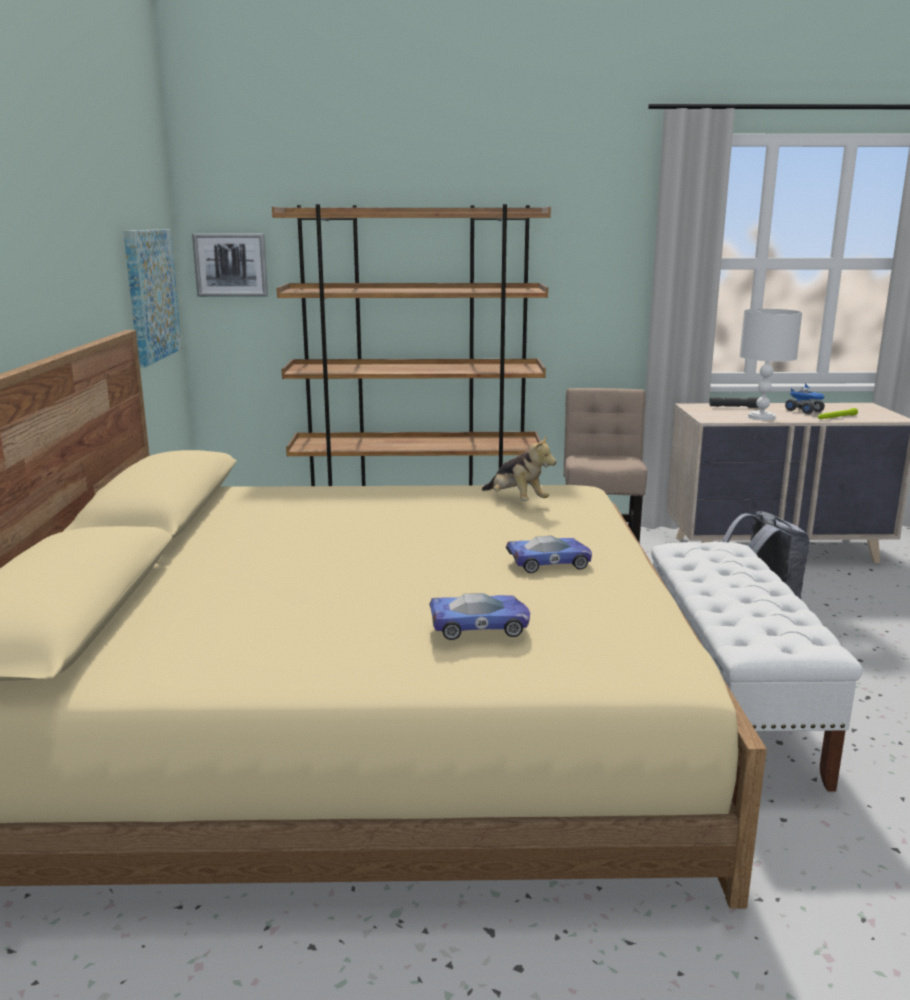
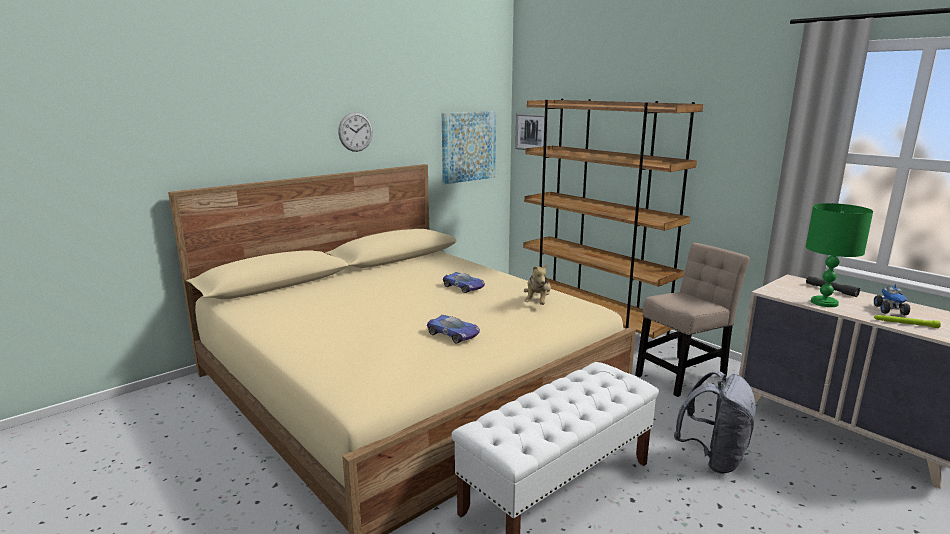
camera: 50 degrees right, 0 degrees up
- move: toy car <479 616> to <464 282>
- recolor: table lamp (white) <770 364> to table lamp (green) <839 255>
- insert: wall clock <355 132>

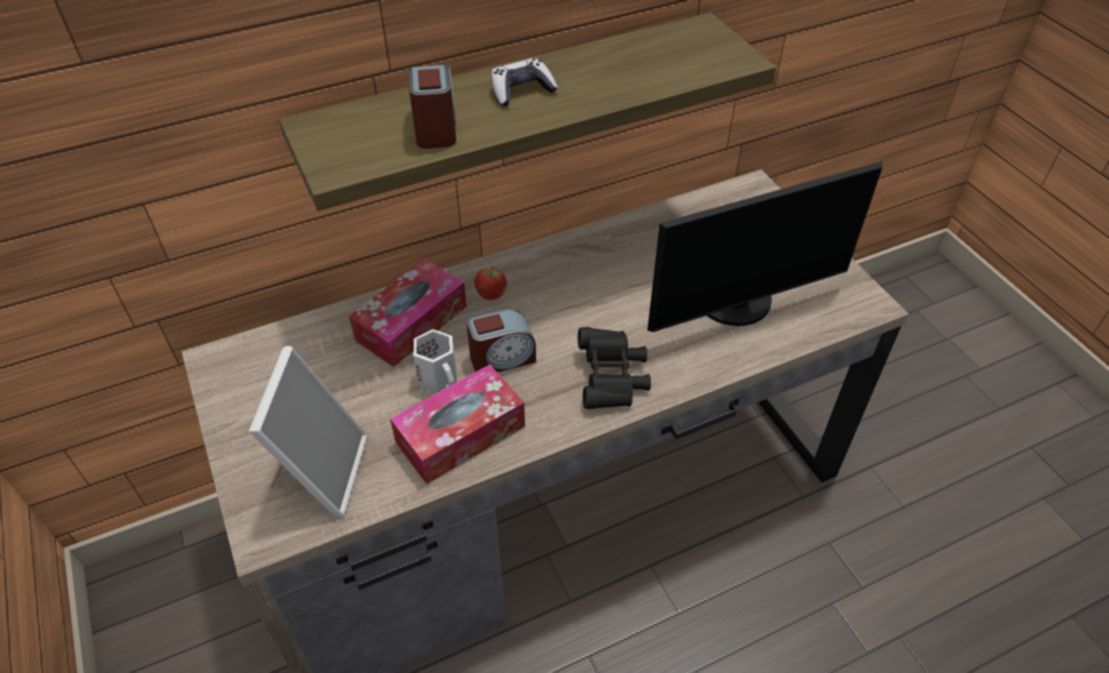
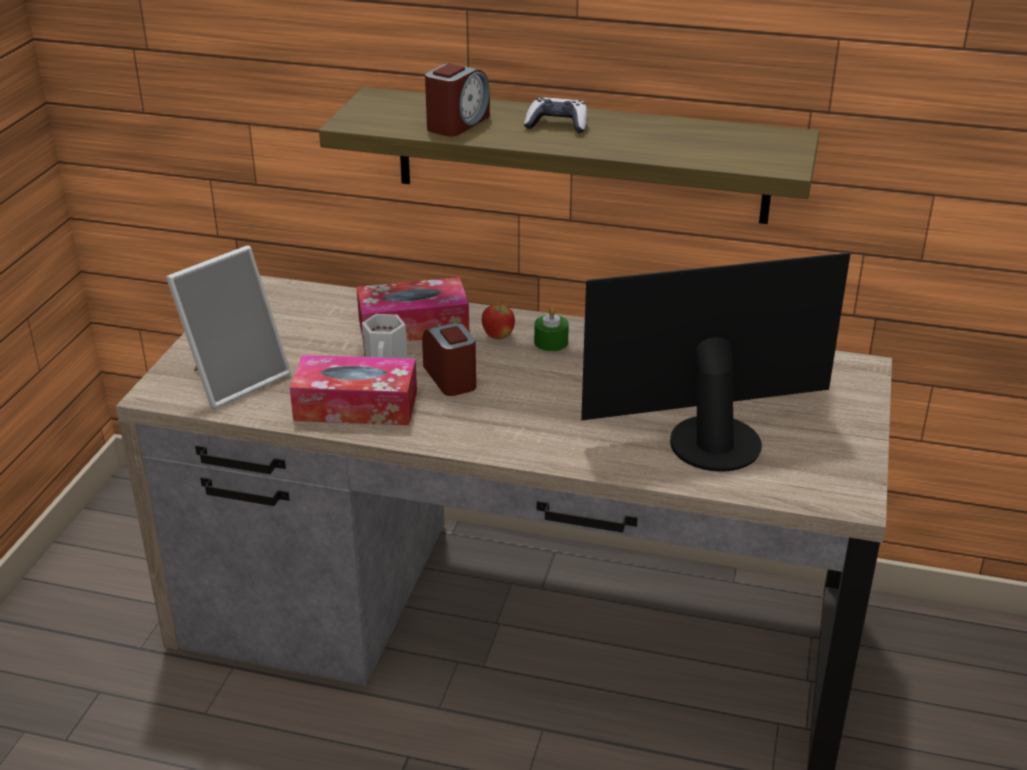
camera: 40 degrees right, 15 degrees down
- rotate: alarm clock <501 341> = <449 359> 135 degrees counterclockwise
- delete: binoculars (black) <614 368>
- rotate: monitor <765 246> = <715 362> 150 degrees clockwise
- insert: candle (green) <551 329>

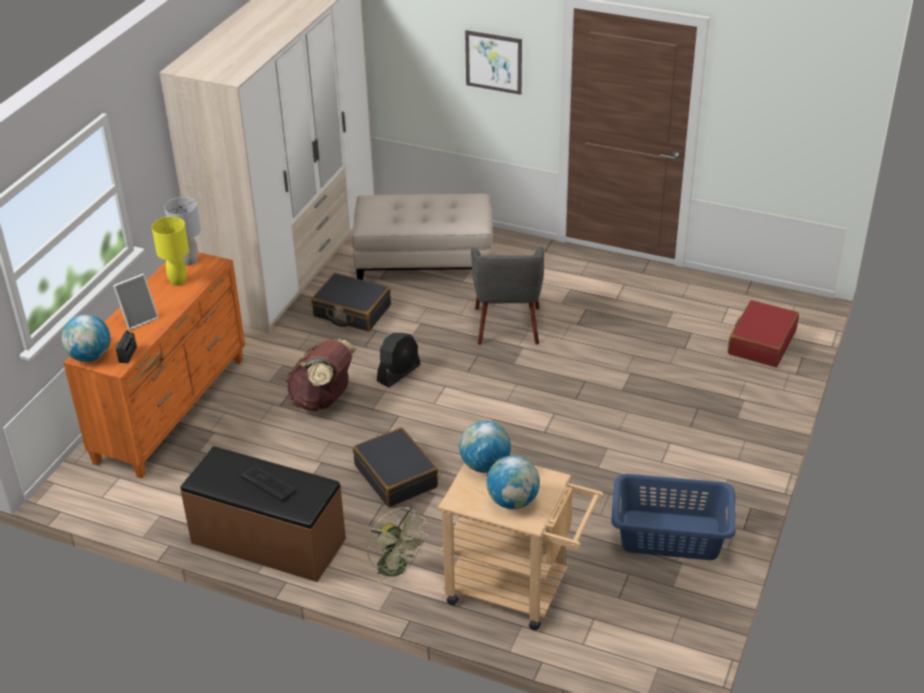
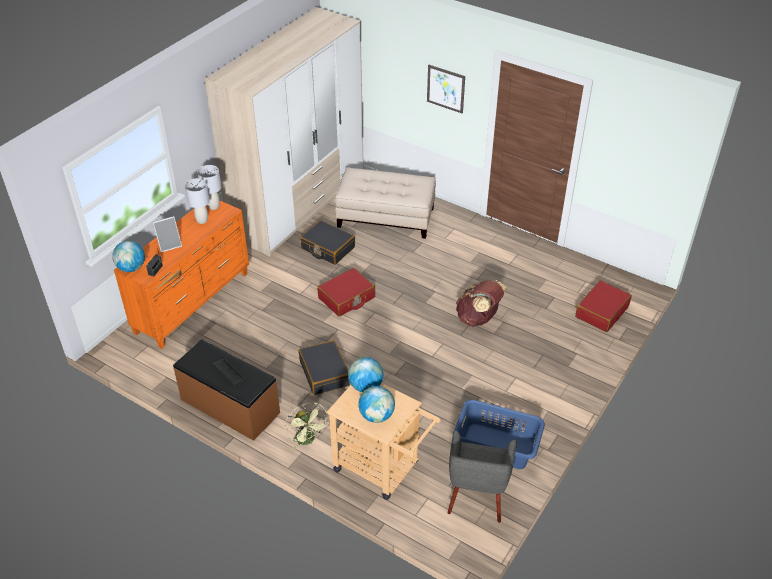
camera: 10 degrees right, 5 degrees up
- recolor: table lamp (yellow) <170 251> to table lamp (grey) <197 201>
- move: backpack (brown) <321 375> to <482 303>
- replace: fan (black) <399 360> to suitcase (red) <346 292>
- move: armchair (grey) <507 296> to <482 476>

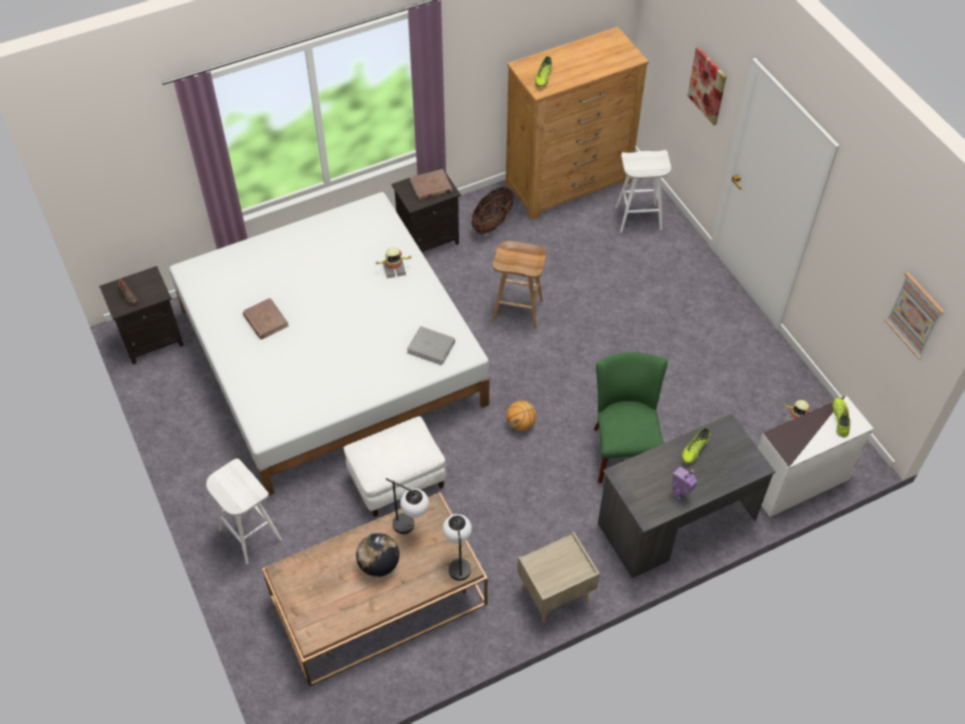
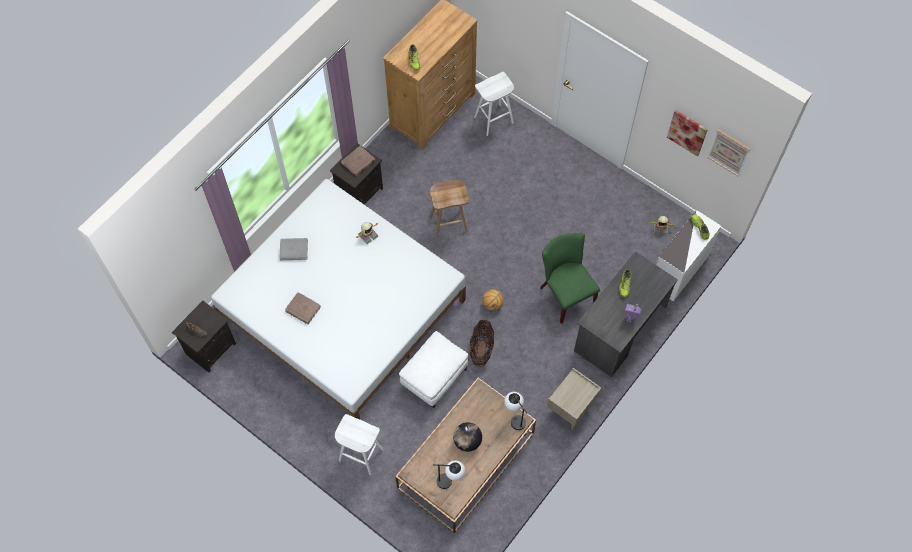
camera: 25 degrees left, 10 degrees up
- move: table lamp <407 506> to <449 474>
- move: book (grey) <431 345> to <294 249>
- move: basket <492 210> to <482 343>
- move: picture <707 86> to <687 133>

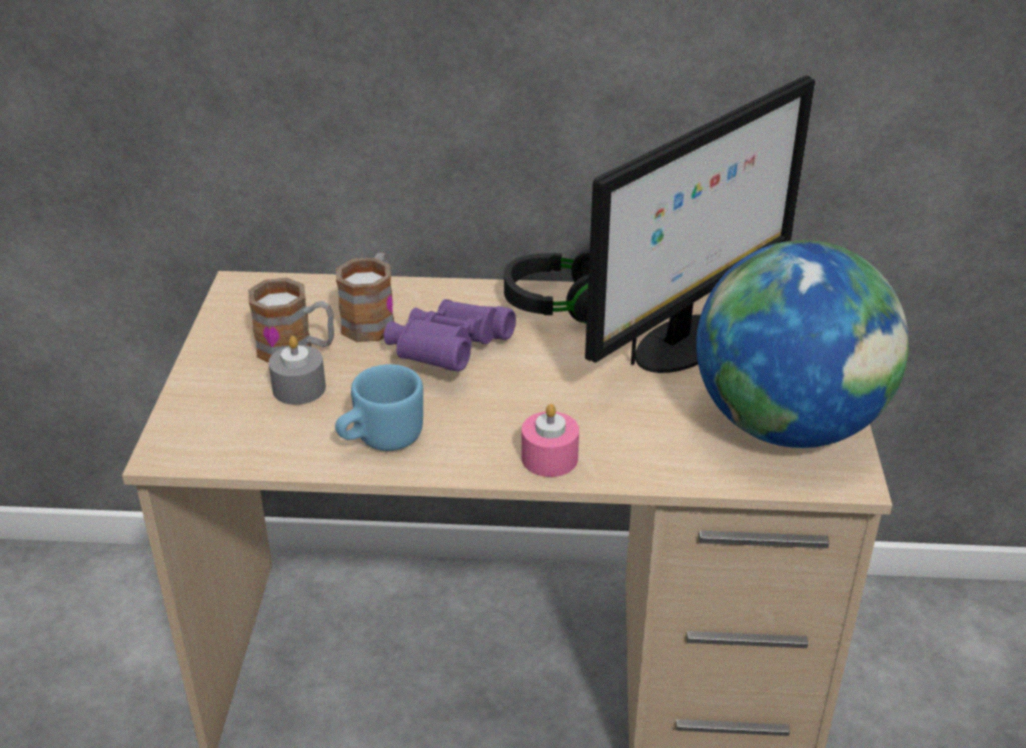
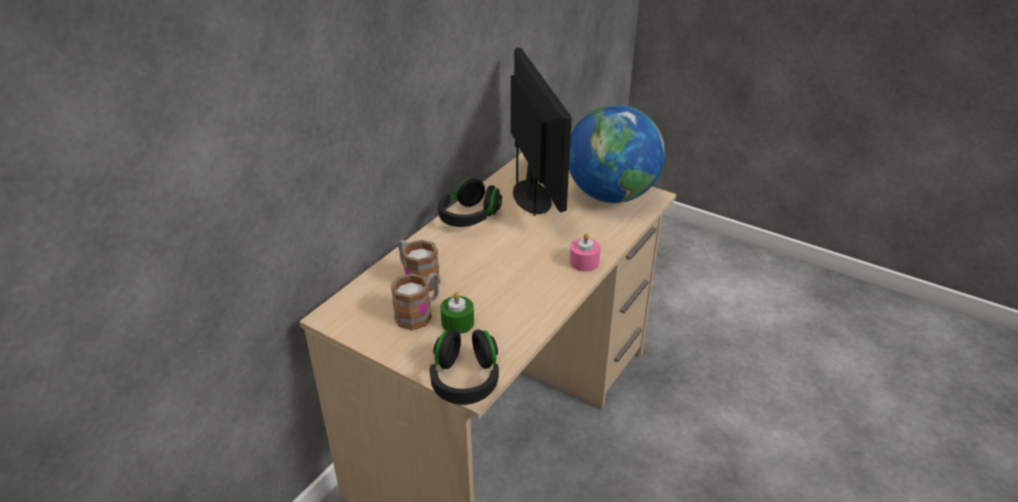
camera: 60 degrees left, 0 degrees up
- recolor: candle (grey) <297 370> to candle (green) <457 313>
- delete: mug (blue) <379 407>
- delete: binoculars (purple) <450 335>
- insert: headphones (black) <464 367>

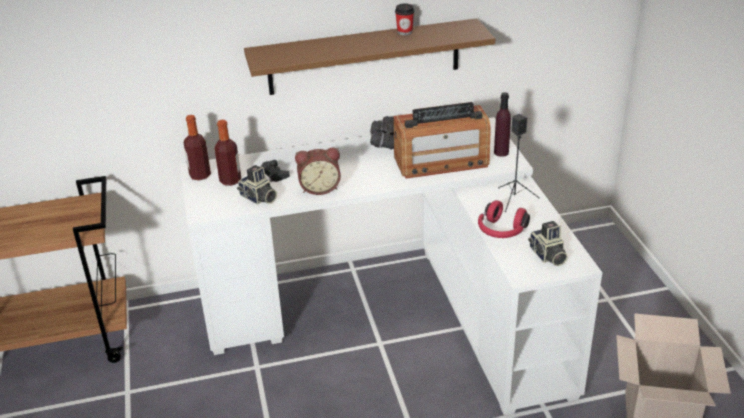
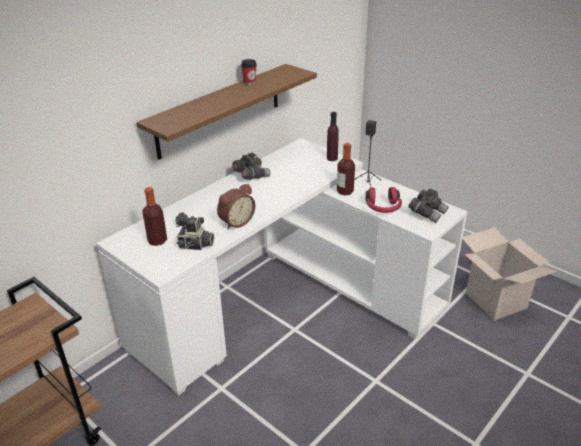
camera: 35 degrees left, 0 degrees up
- move: bottle <197 147> to <346 169>
- delete: radio <442 140>
- replace: photo camera <548 243> to binoculars (grey) <429 206>

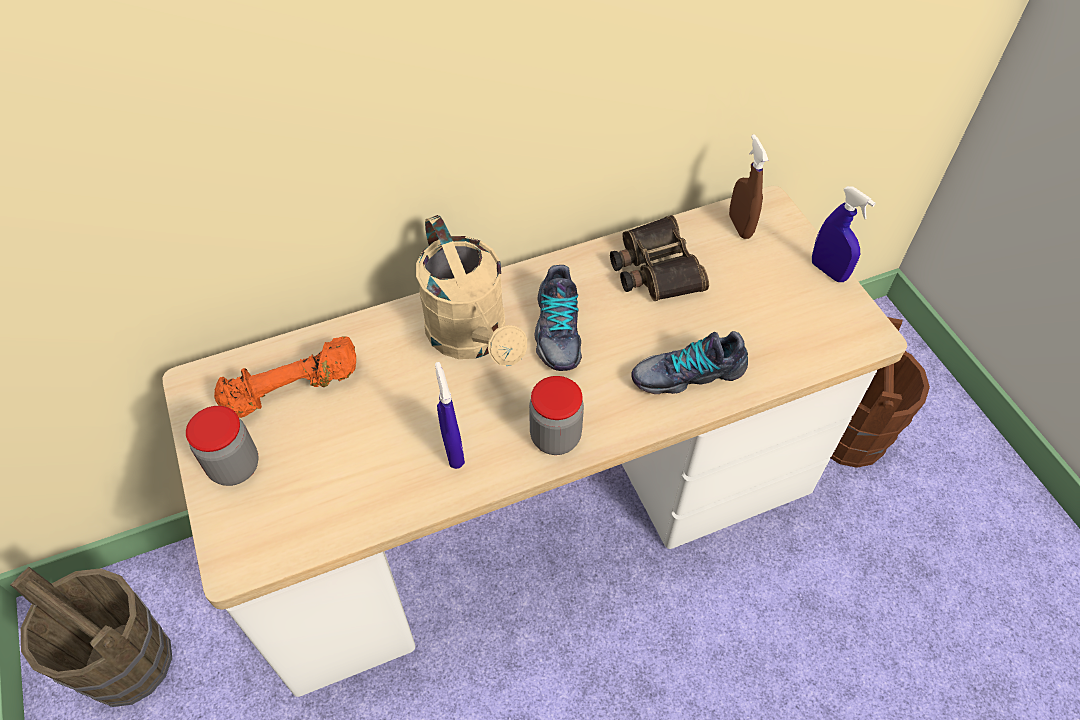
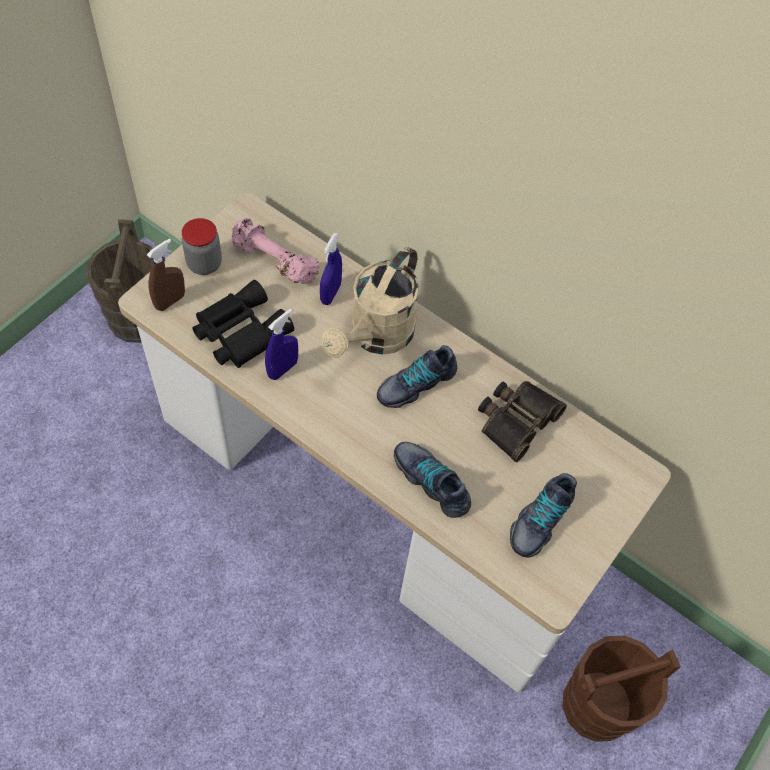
camera: 55 degrees right, 5 degrees up
- recolor: dumbbell (orange) <285 377> to dumbbell (pink) <276 251>
- delete: jar <556 415>
- move: spray bottle (brown) <748 186> to <166 274>
- move: spray bottle (blue) <844 234> to <331 269>
- insert: binoculars (black) <243 324>
- insert: shoe <543 515>

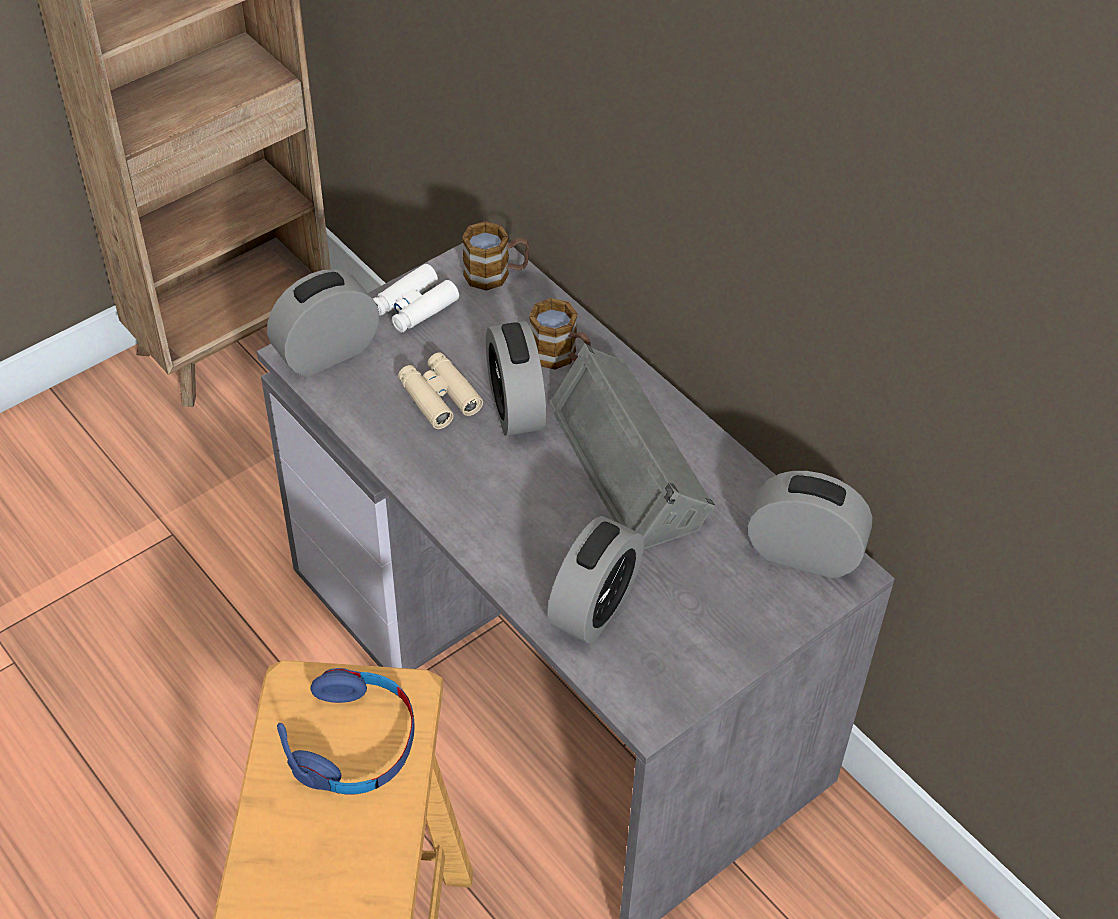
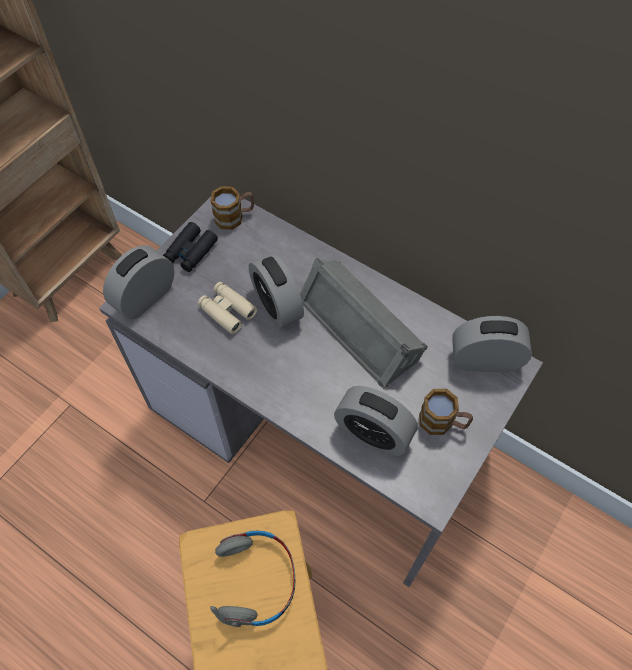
camera: 15 degrees left, 10 degrees up
- recolor: headphones (blue) <346 731> to headphones (grey) <252 579>
- recolor: binoculars (white) <416 298> to binoculars (black) <190 247>
- move: mug <560 334> to <446 412>
- rotate: alarm clock <595 579> = <376 421> 105 degrees clockwise

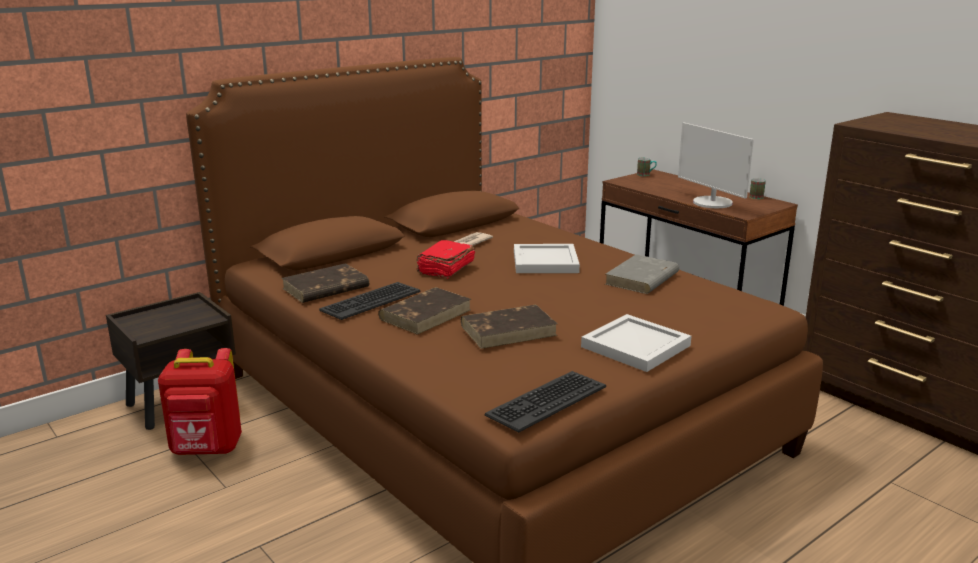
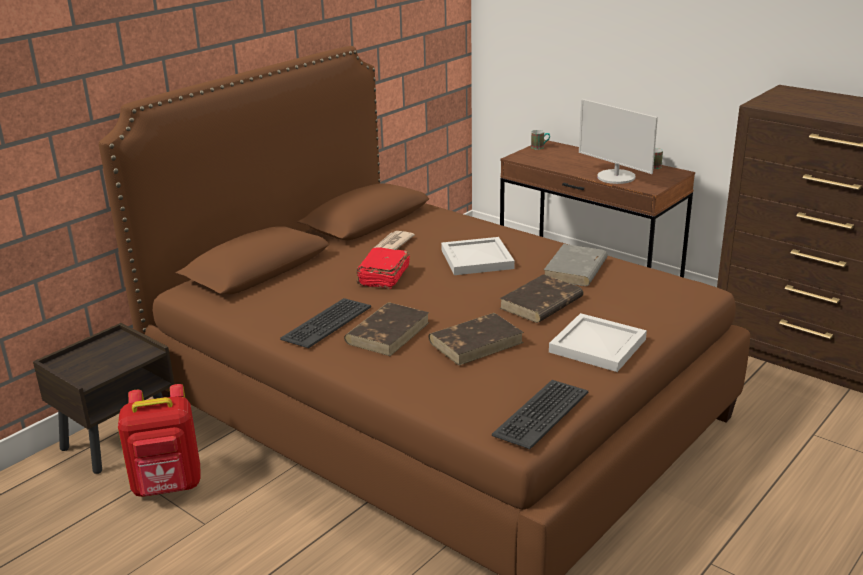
camera: 10 degrees left, 5 degrees up
- move: book (brown) <325 283> to <541 298>

